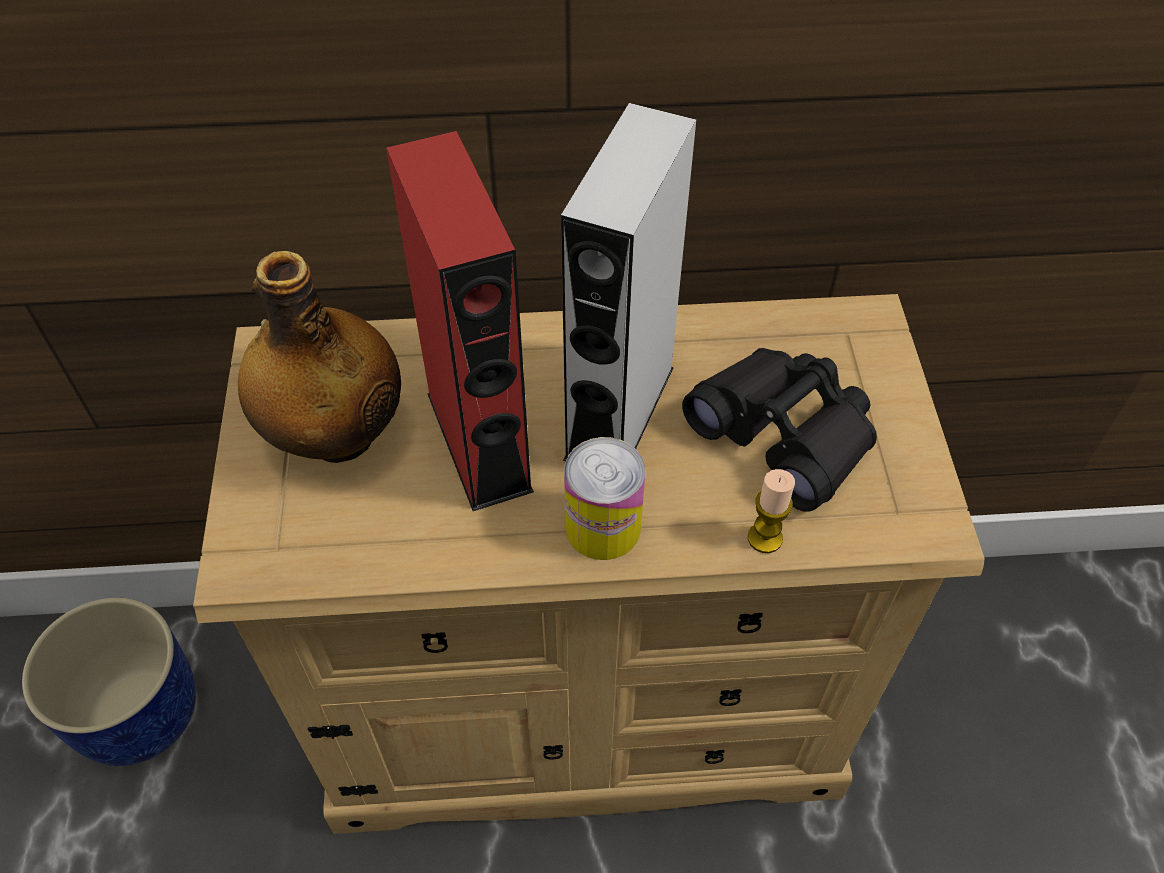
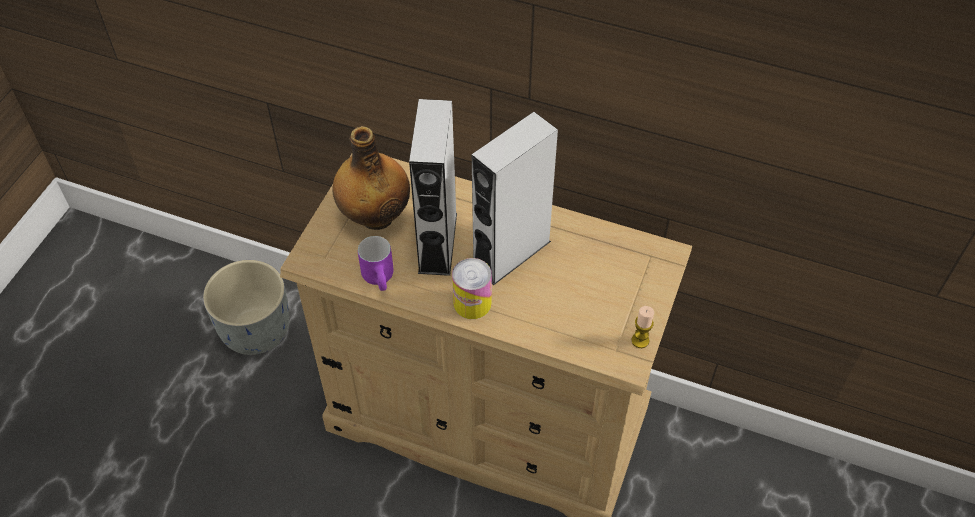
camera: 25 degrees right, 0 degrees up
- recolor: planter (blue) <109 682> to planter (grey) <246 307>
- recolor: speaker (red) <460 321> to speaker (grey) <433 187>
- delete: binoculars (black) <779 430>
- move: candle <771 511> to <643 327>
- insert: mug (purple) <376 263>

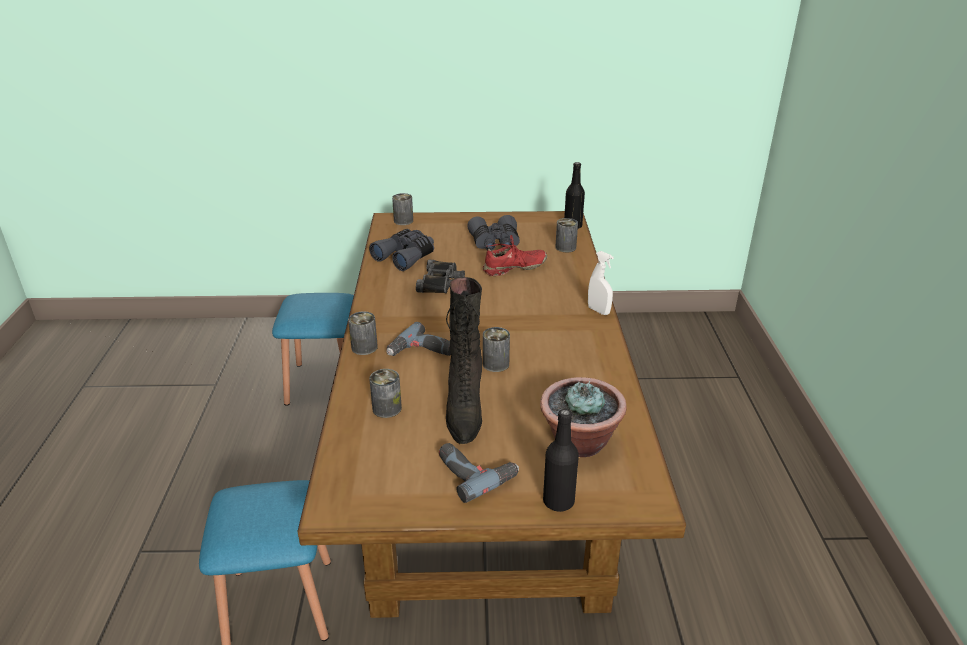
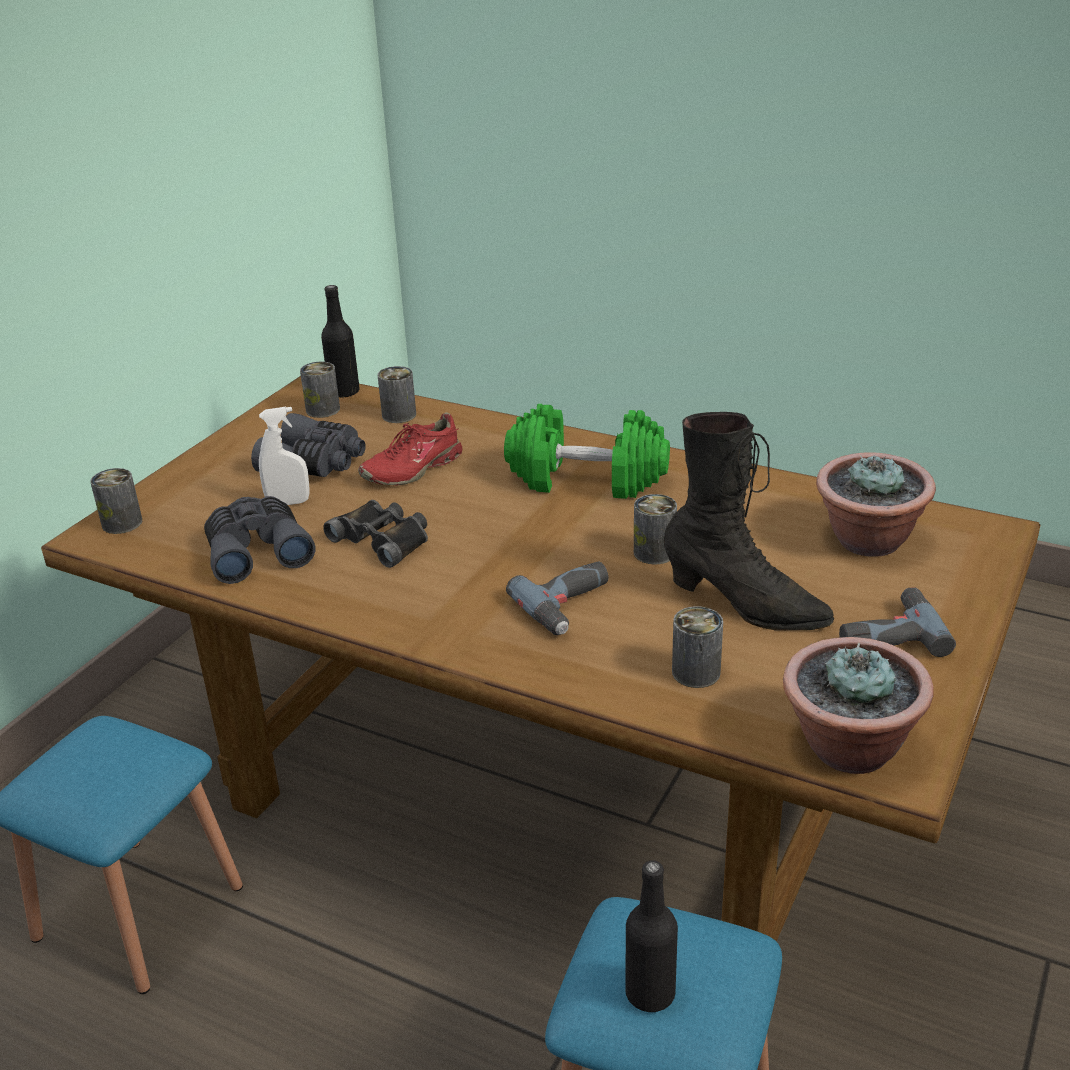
camera: 60 degrees left, 0 degrees up
- move: can <363 333> to <320 390>
- rotate: shoe (red) <515 255> = <410 448> 135 degrees counterclockwise
- move: bottle (black) <561 460> to <651 936>
- move: spray bottle (white) <601 283> to <284 456>
- insert: dumbbell (green) <587 451>
- insert: potted plant <858 705>

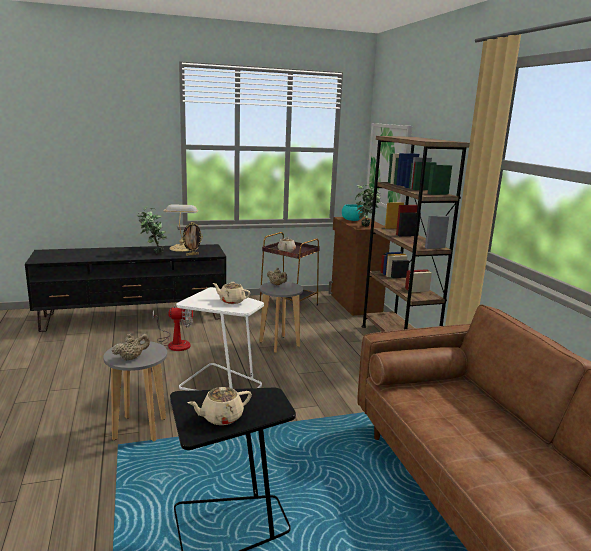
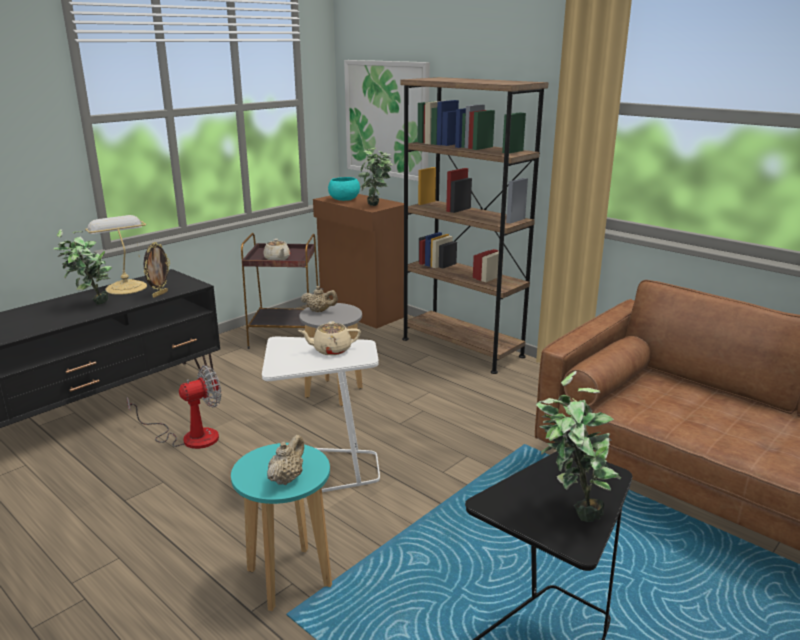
camera: 30 degrees left, 5 degrees up
- recolor: stool (grey) <135 391> to stool (turquoise) <281 527>
- replace: teapot (beige) <220 406> to potted plant <578 446>

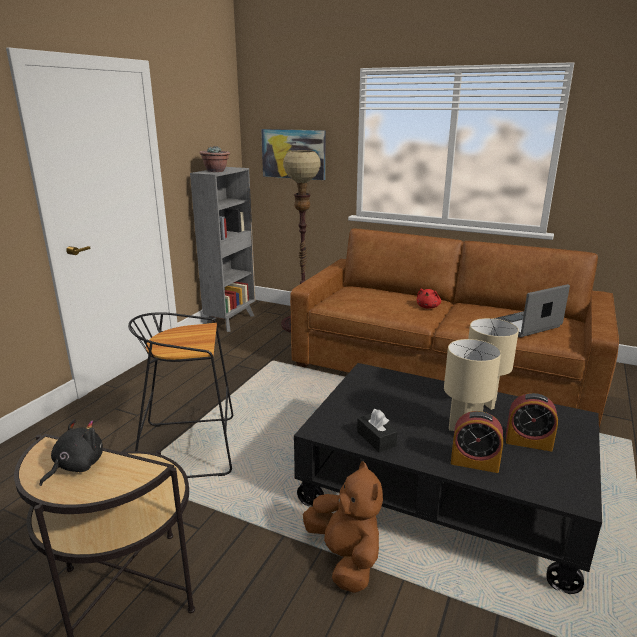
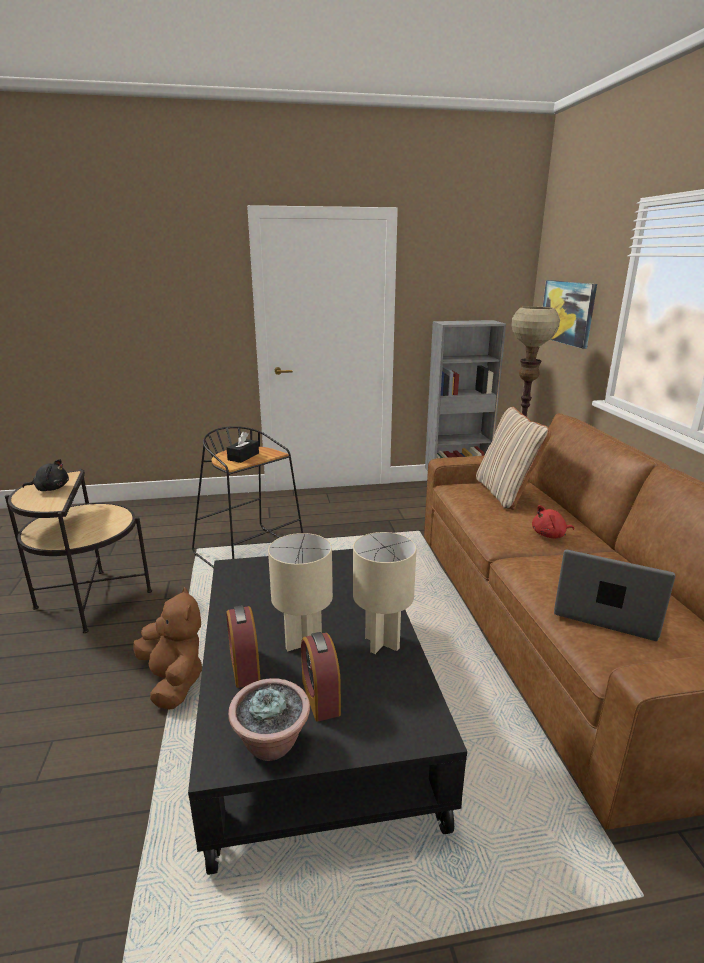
camera: 55 degrees right, 0 degrees up
- move: potted plant <214 159> to <269 719>
- rotate: plush toy (brown) <343 527> = <167 648> 60 degrees counterclockwise
- move: tissue box (black) <377 430> to <243 447>
- insert: pillow (beige) <513 458>

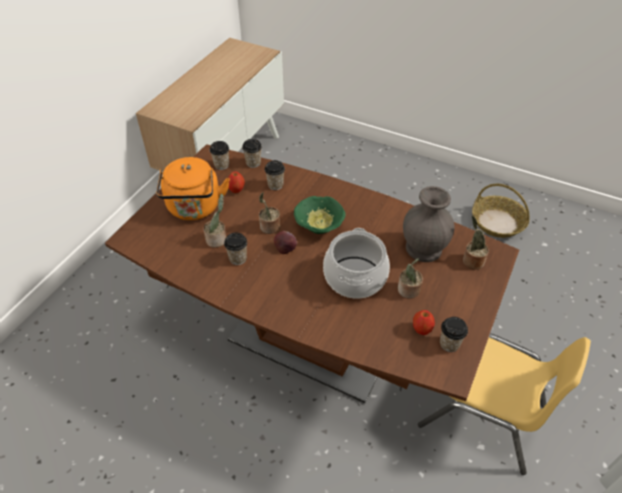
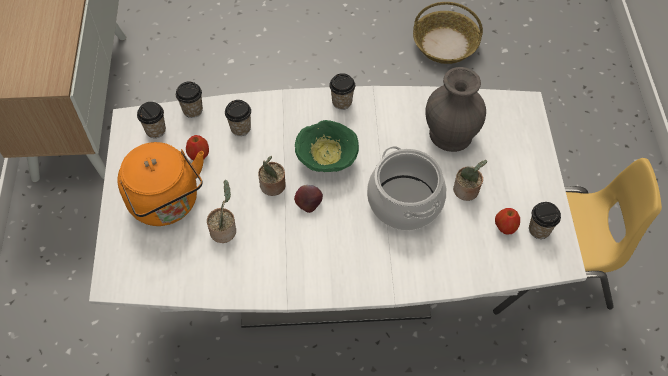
camera: 30 degrees left, 10 degrees up
- recolor: dining table (brown) <312 273> to dining table (white) <338 207>
- move: cup <235 248> to <342 91>
- delete: potted plant <476 243>

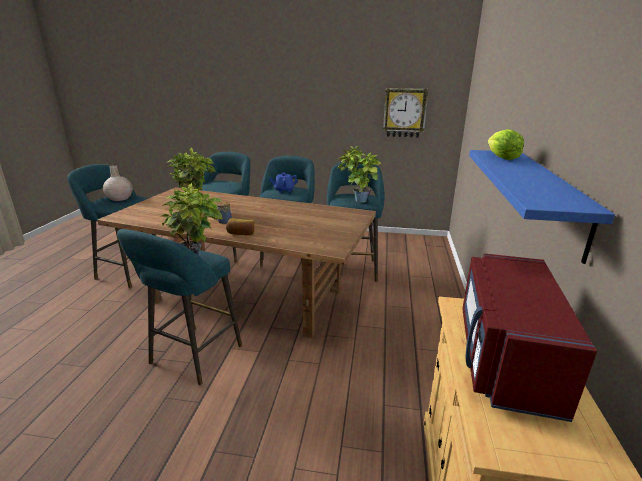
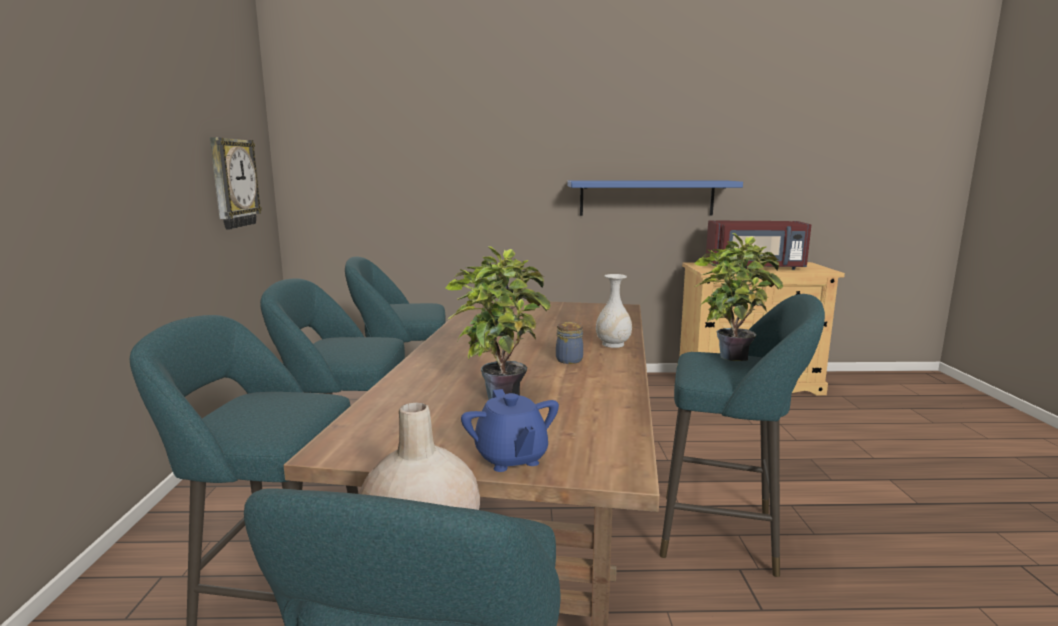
camera: 100 degrees left, 10 degrees down
- replace: bread <240 226> to vase (white) <614 311>
- move: teapot (blue) <283 183> to <510 430>
- delete: potted plant <359 174>
- delete: lettuce <506 144>

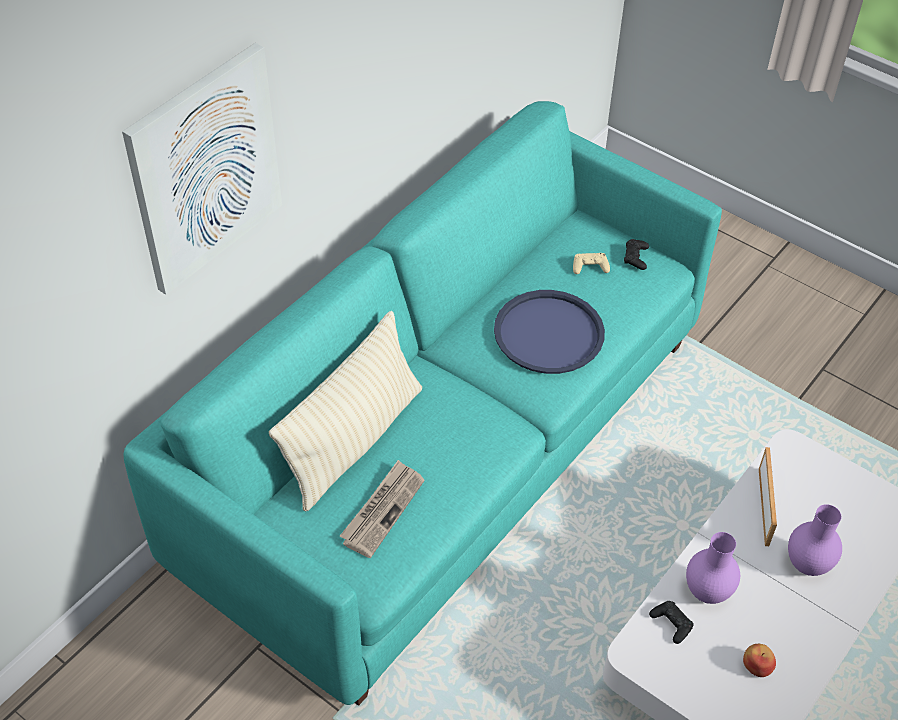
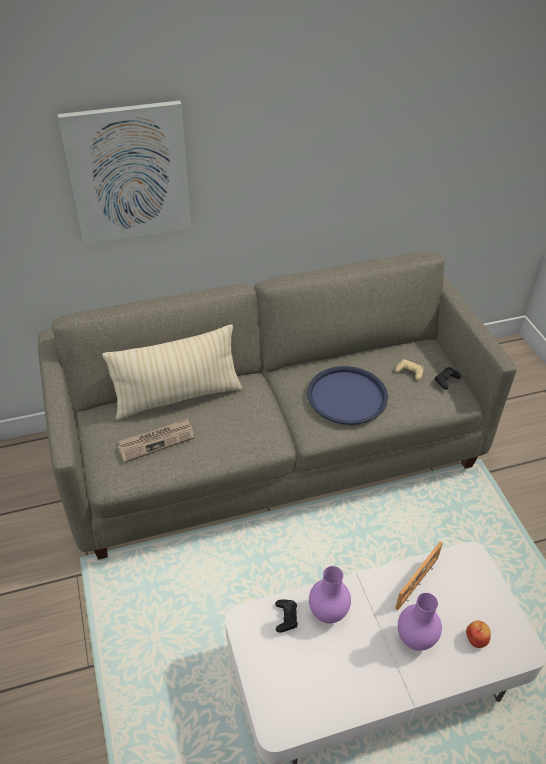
camera: 35 degrees right, 5 degrees down
- recolor: sofa (turquoise) <422 403> to sofa (grey) <277 405>
- move: apple <759 660> to <478 634>

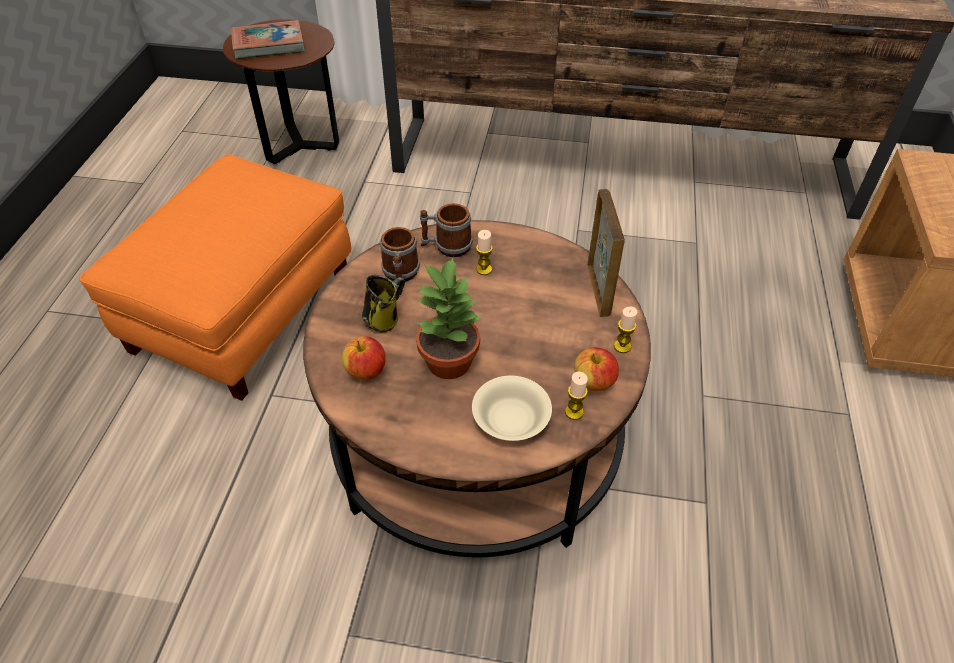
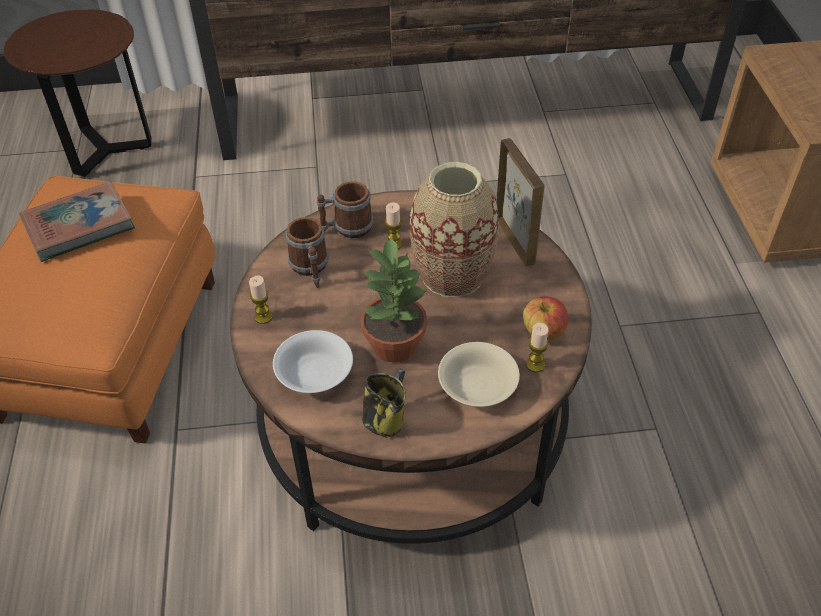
camera: 15 degrees left, 0 degrees up
- move: book <268 39> to <77 221>
- replace: apple <364 358> to bowl (white) <313 361>
- move: mug <383 304> to <384 403>
- move: candle <625 330> to <261 300>
- insert: vase <454 229>

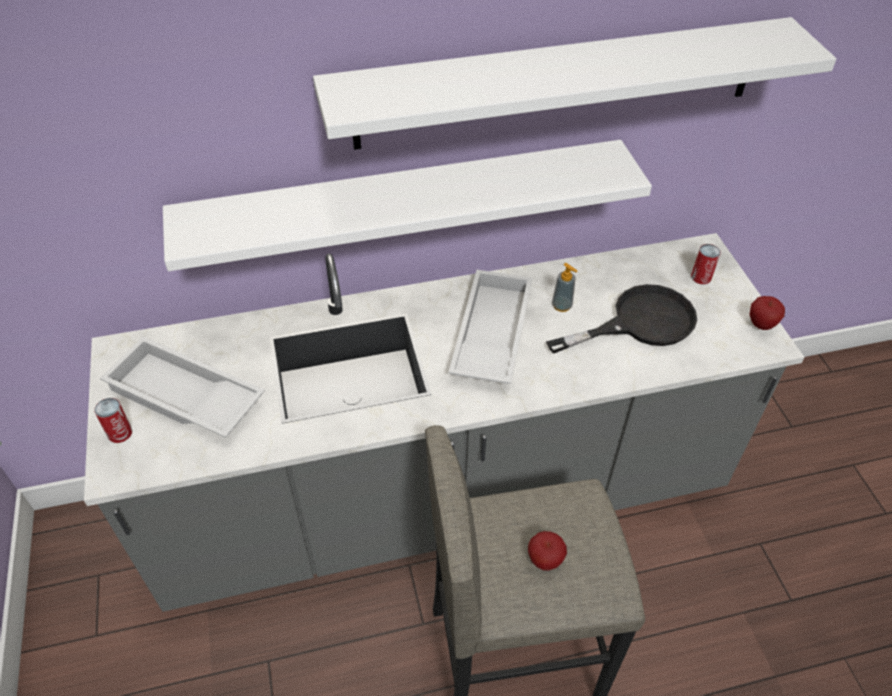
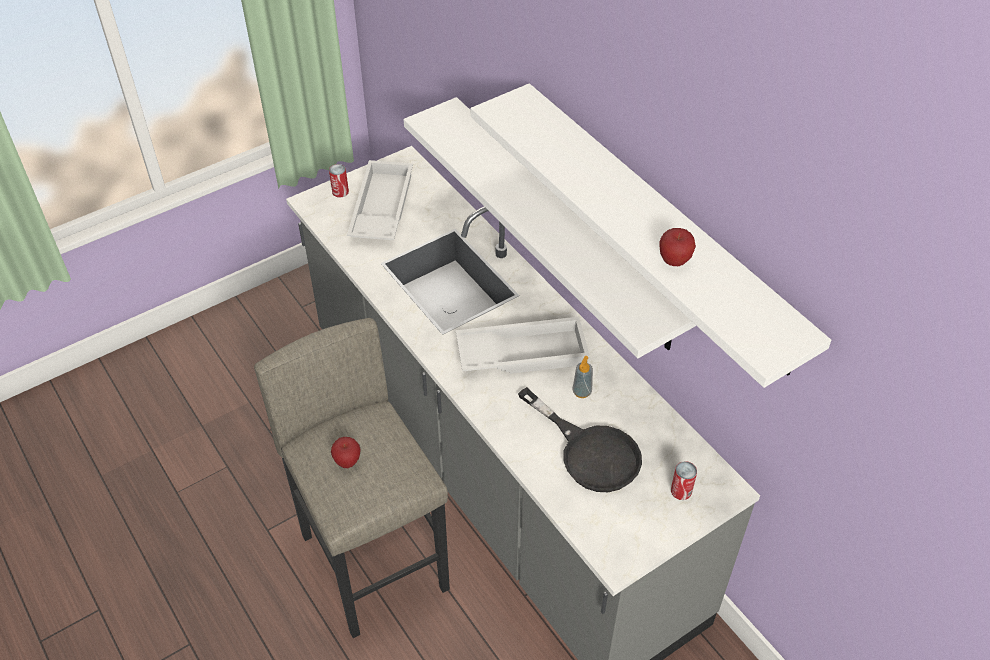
camera: 70 degrees right, 0 degrees up
- move: apple <767 313> to <677 247>

